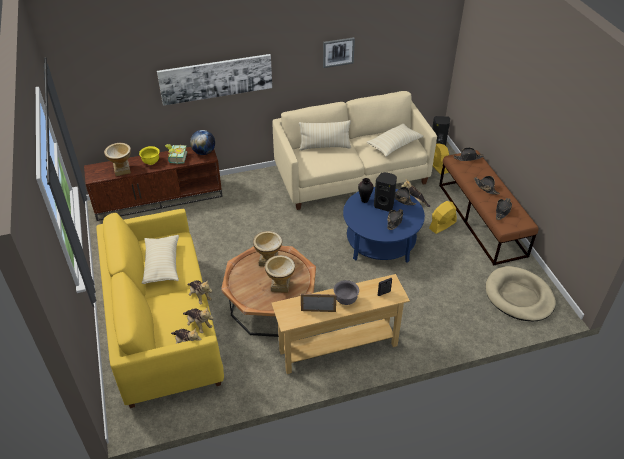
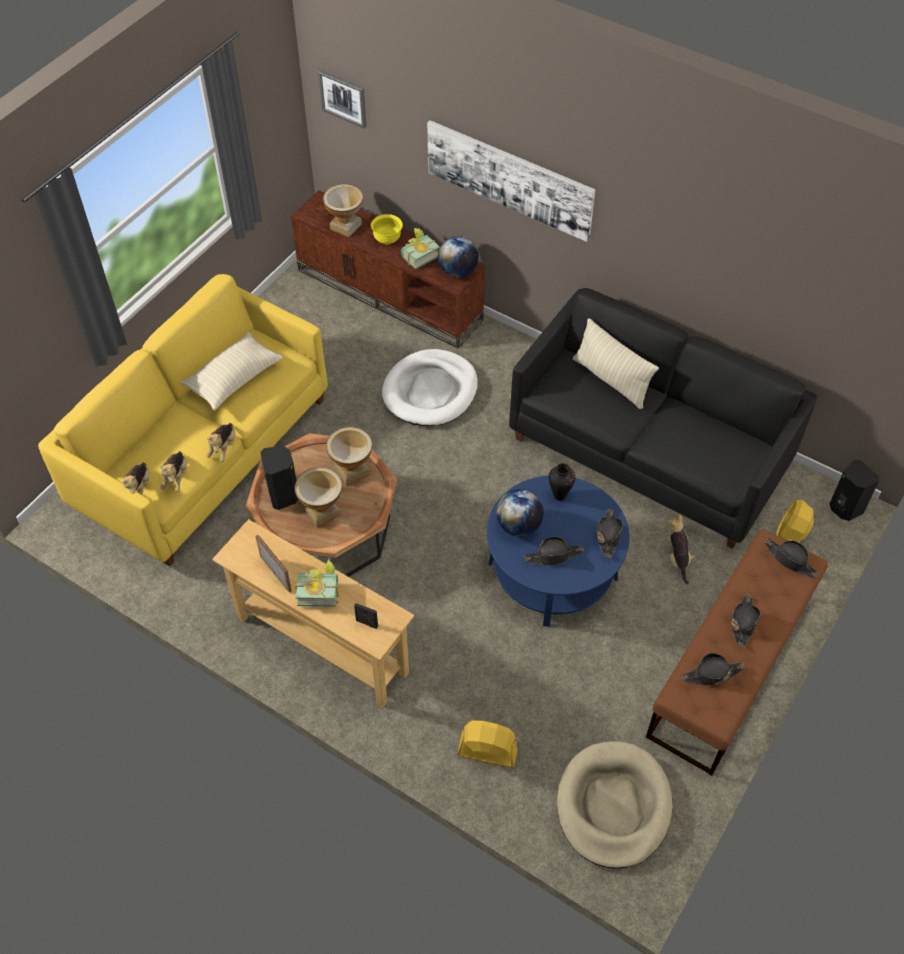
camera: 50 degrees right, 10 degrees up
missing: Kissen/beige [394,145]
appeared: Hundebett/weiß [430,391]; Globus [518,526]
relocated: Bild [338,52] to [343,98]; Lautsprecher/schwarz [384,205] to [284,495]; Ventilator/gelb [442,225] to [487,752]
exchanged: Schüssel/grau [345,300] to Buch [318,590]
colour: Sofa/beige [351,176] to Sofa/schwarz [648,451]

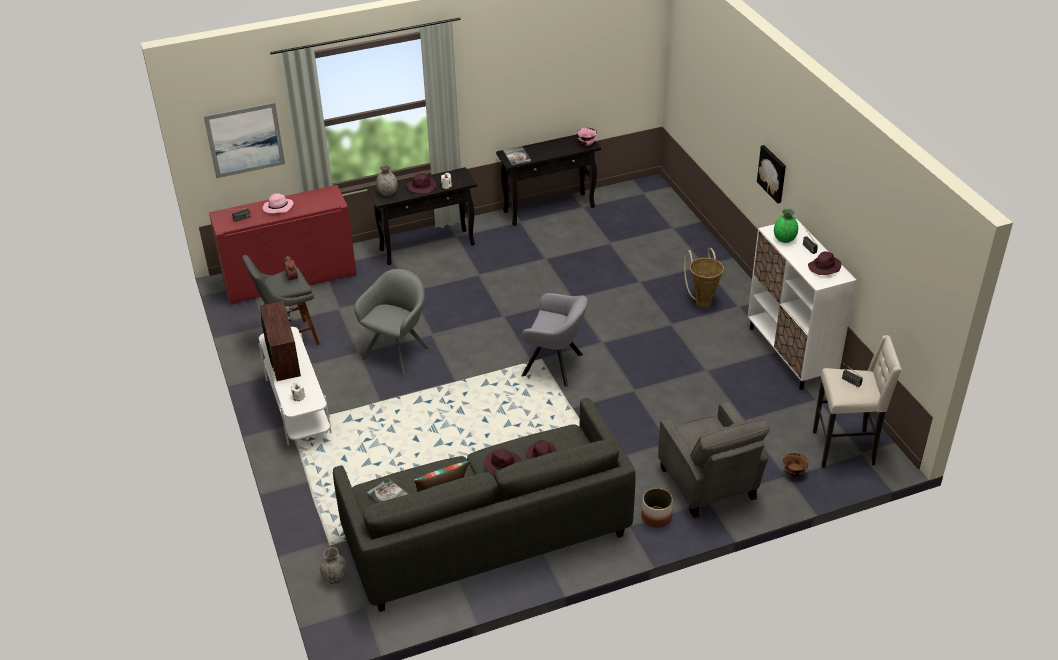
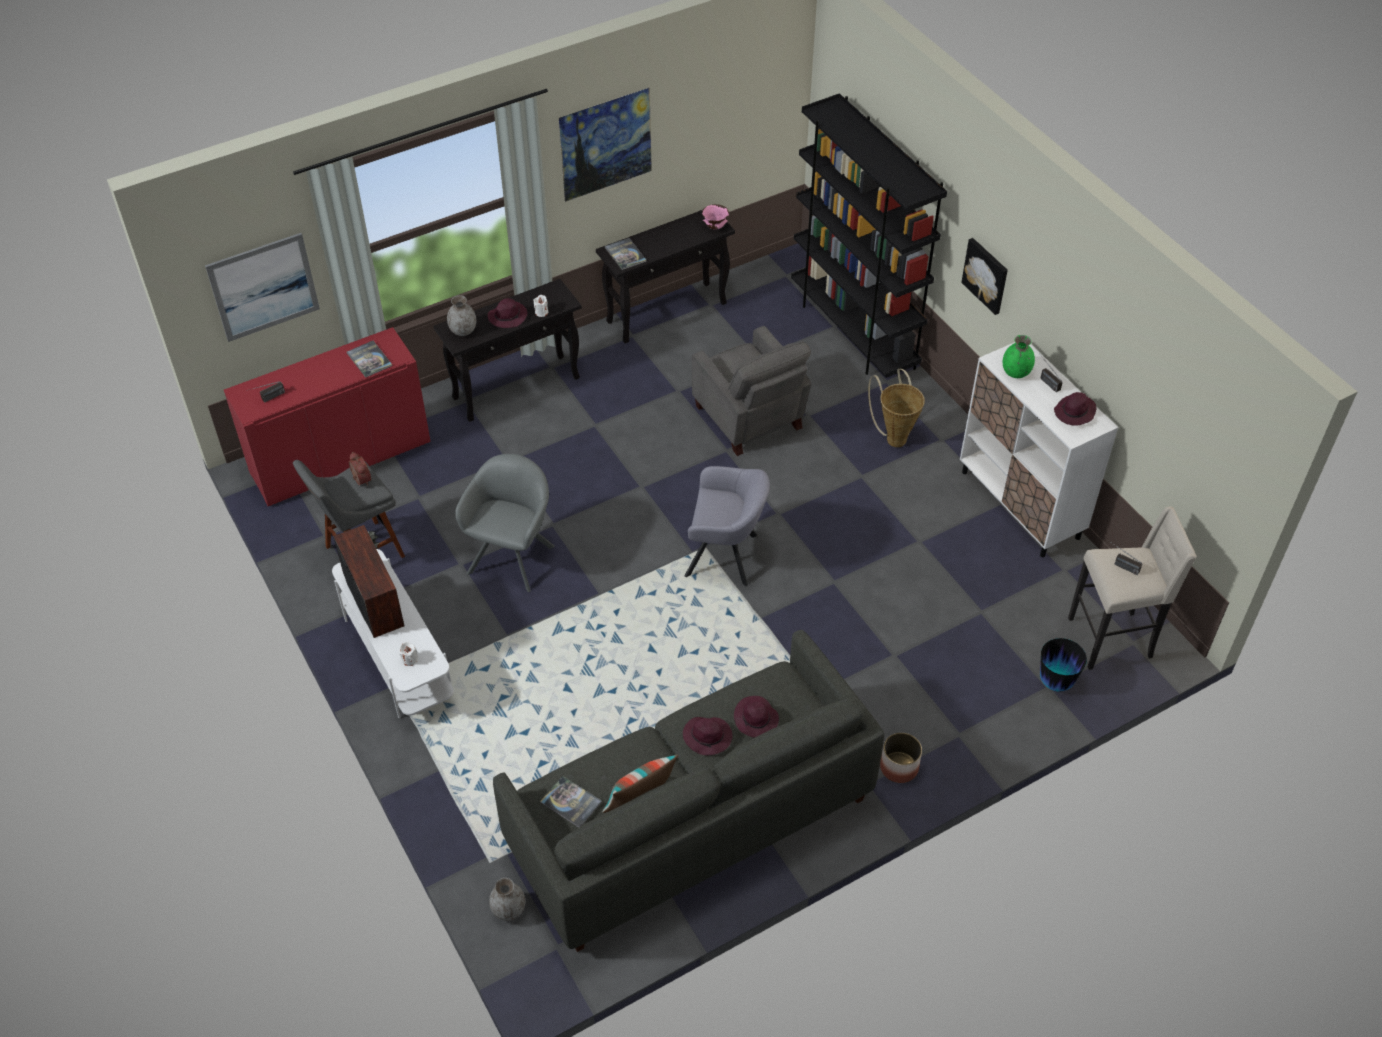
camera: 10 degrees left, 10 degrees up
missing: Hut/rosa [278,208]
appeared: Buch [369,359]; Bild [607,165]; Bücherregal/schwarz [853,332]
relocated: Sessel/grau [709,485] to [749,419]
exchanged: Schüssel/braun [793,473] to Vase [1055,682]

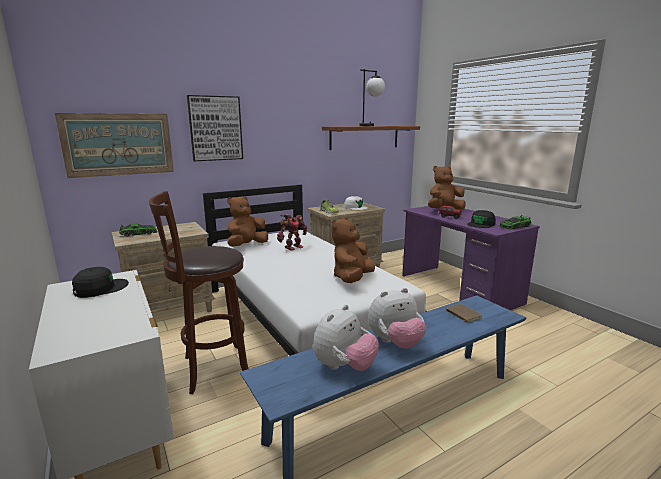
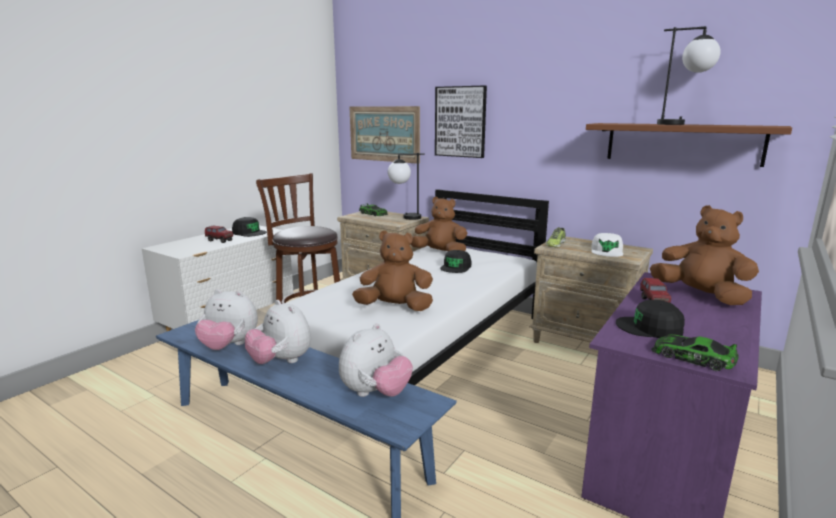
camera: 65 degrees right, 0 degrees up
appeared: Spielzeuglaster [219,240]; Tischlampe [404,218]
exchanged: Spielzeugroboter [292,247] to Kappe/schwarz [456,267]; Buch/braun [462,315] to Plüschtier [375,393]

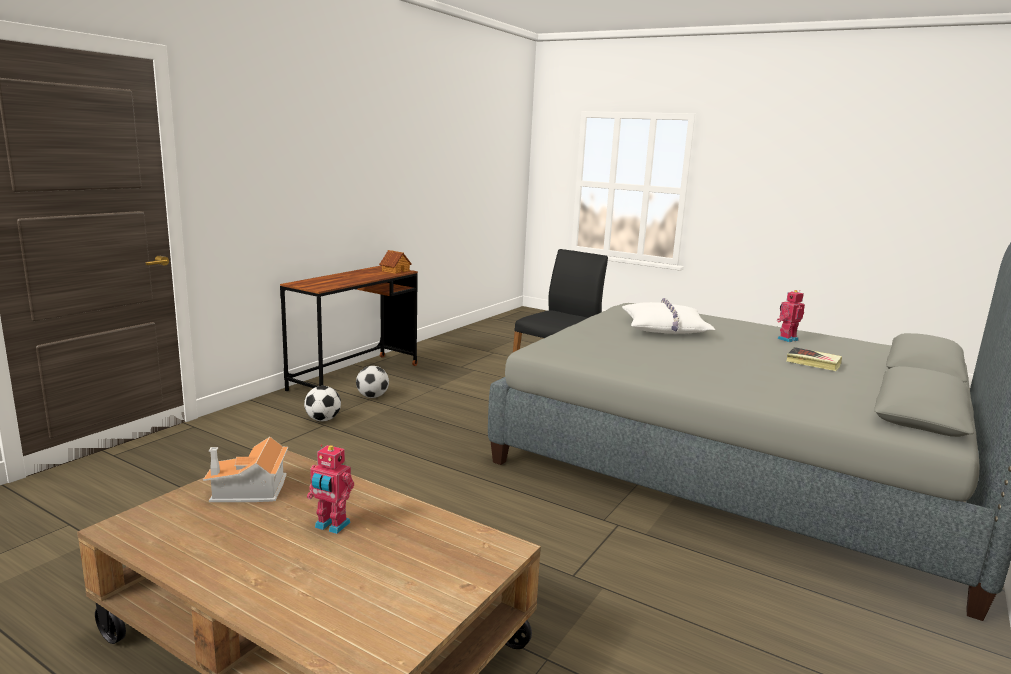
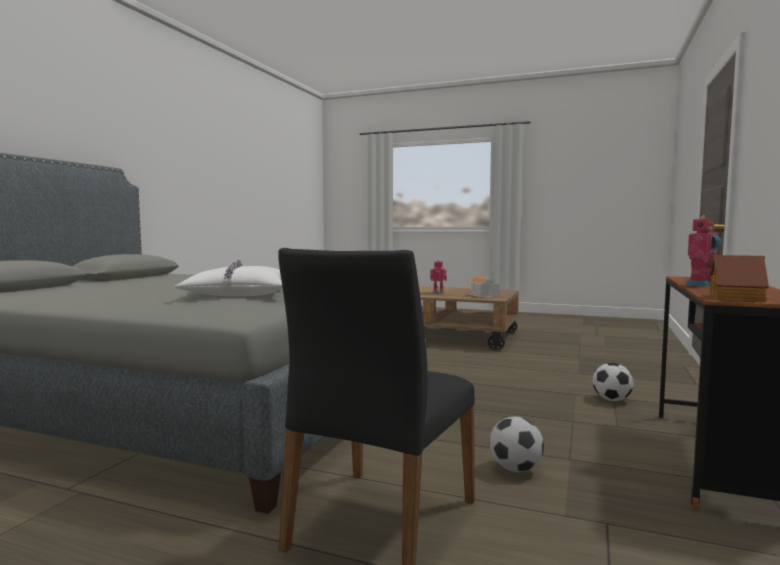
camera: 170 degrees right, 10 degrees down
missing: Buch [813,363]
relocated: Fußball [372,396] to [515,469]; Spielzeugroboter [786,339] to [701,284]

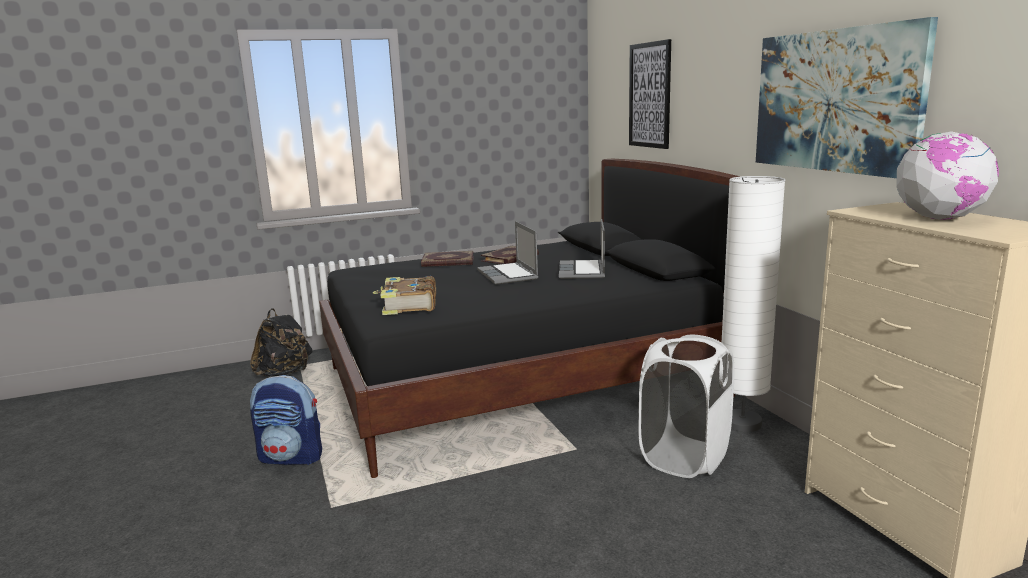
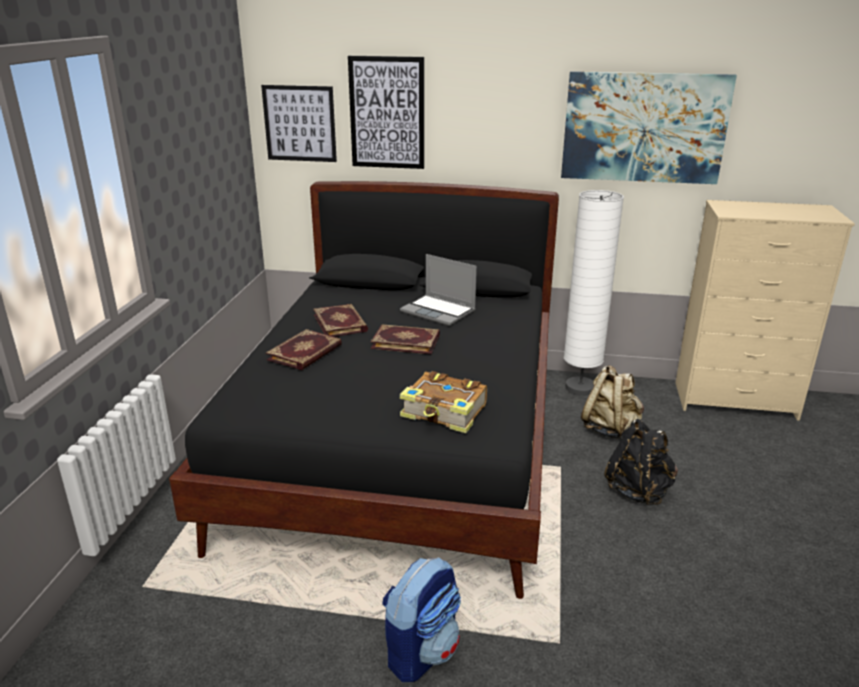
camera: 60 degrees left, 10 degrees up
missing: Globus [940,218]
appeared: Bild [299,123]
relocated: Rucksack/schwarz [284,374] to [638,490]
exchanged: Laptop [508,275] to Buch [406,341]; Wäschekorb/weiß [684,457] to Rucksack/beige [610,429]

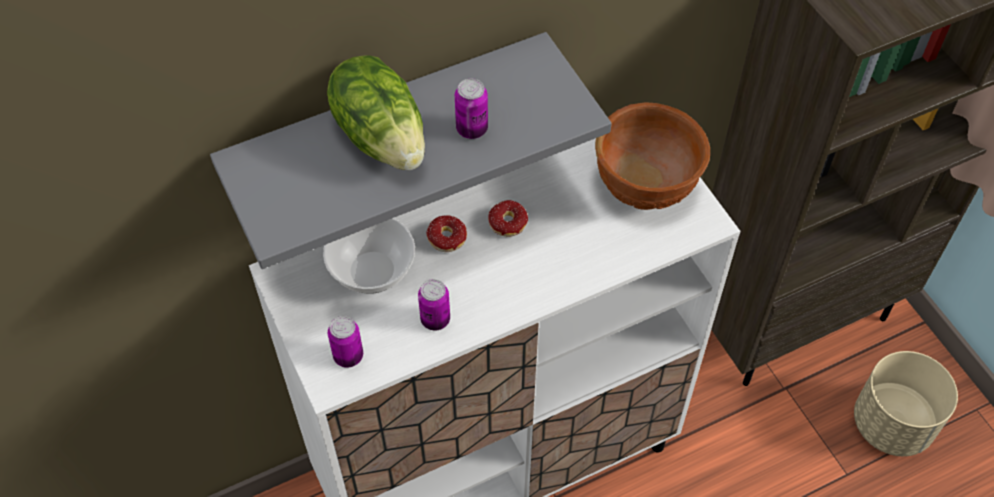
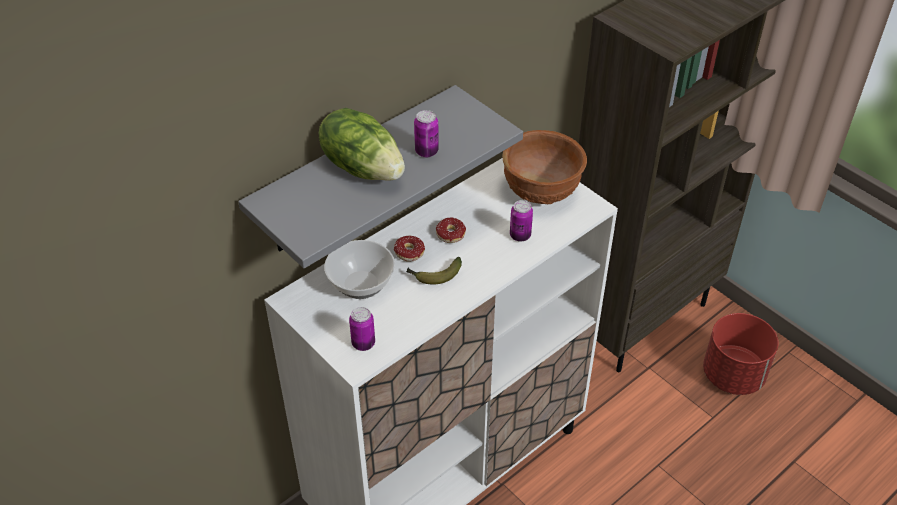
camera: 15 degrees left, 10 degrees down
appeared: Banane [434,275]
relocated: Dose [435,319] to [520,236]
colour: Pflanzkübel/beige [892,423] to Pflanzkübel/rot [733,375]

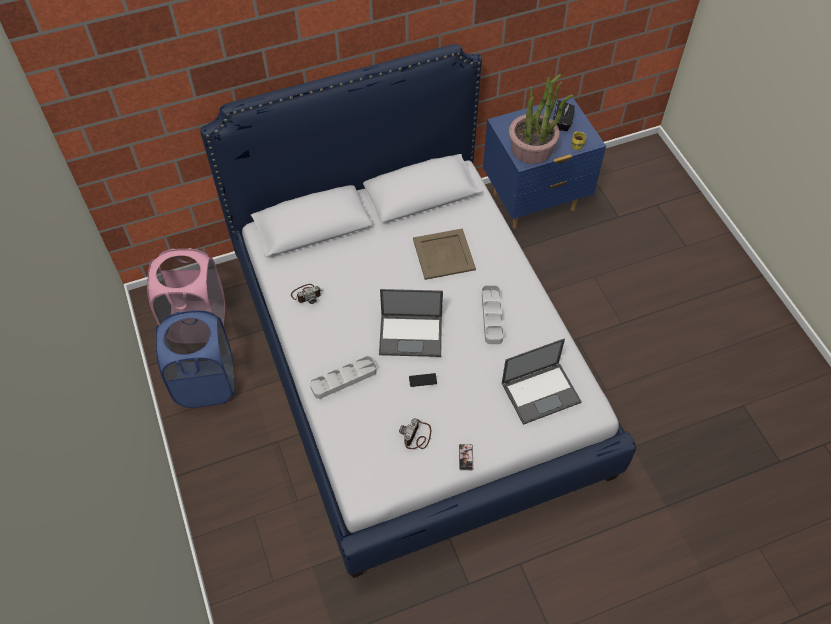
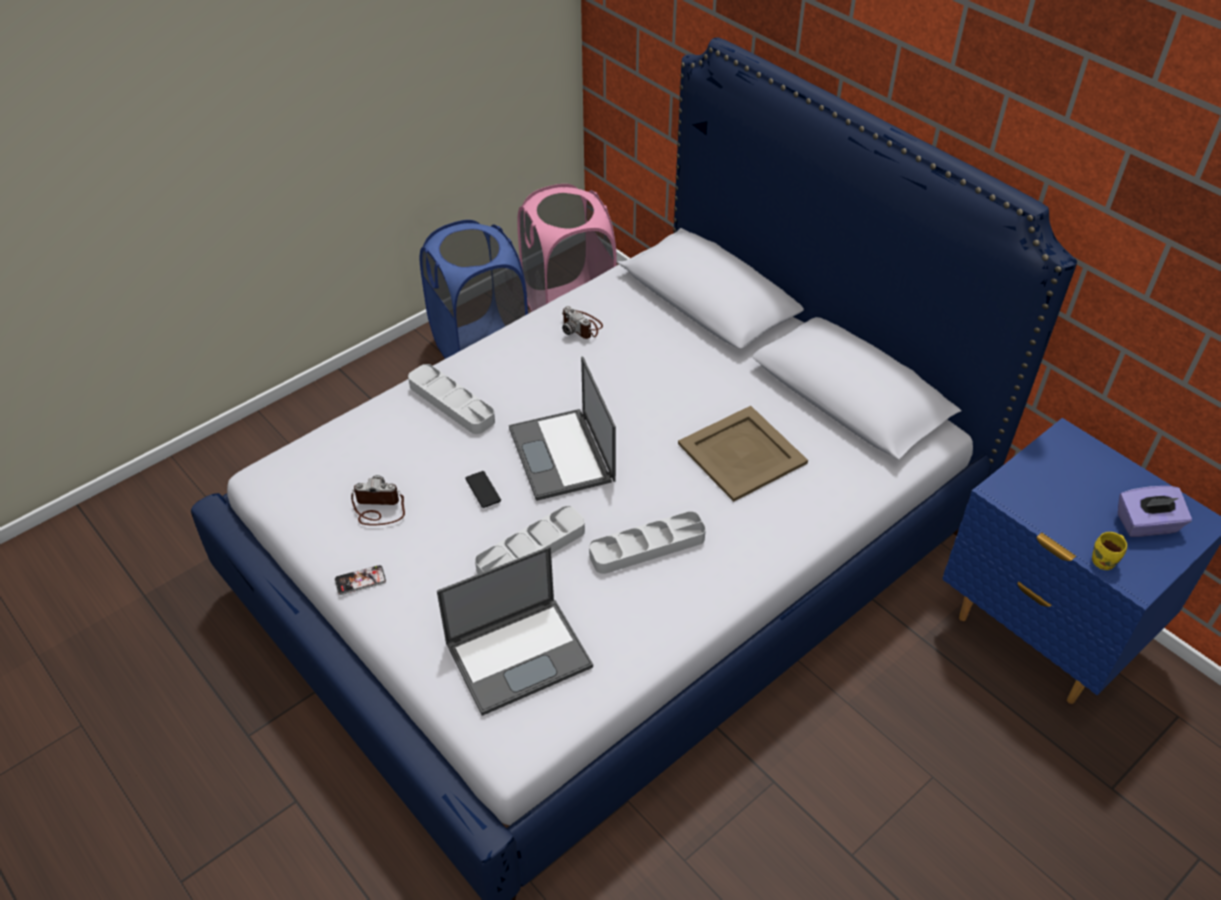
camera: 70 degrees right, 10 degrees down
missing: Topfpflanze [532,148]
appeared: Tablett/grau [531,550]
colour: Taschentuchbox/schwarz [562,122] to Taschentuchbox/lila [1146,525]
spun: Laptop [541,392] = [520,653] 75 degrees counterclockwise

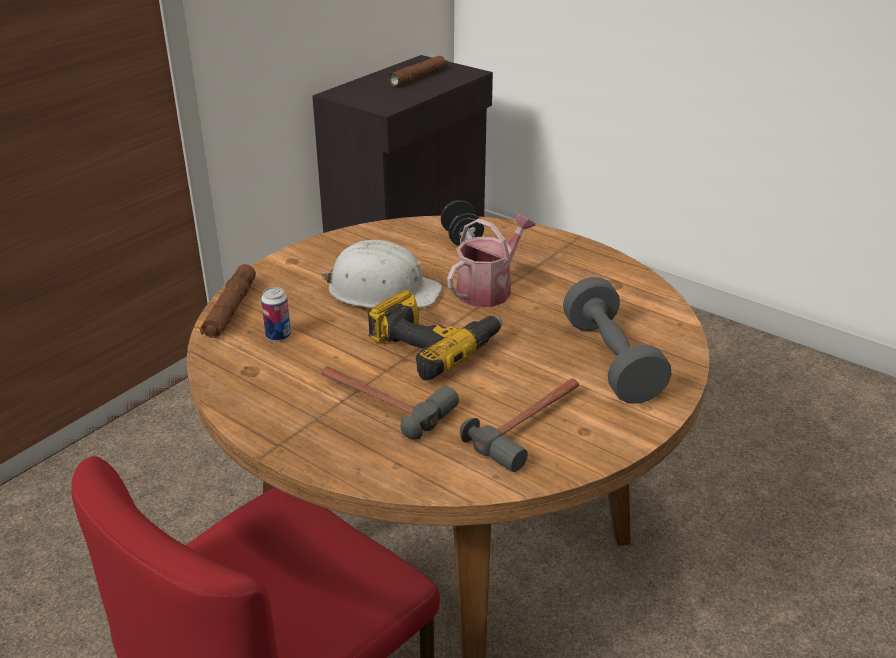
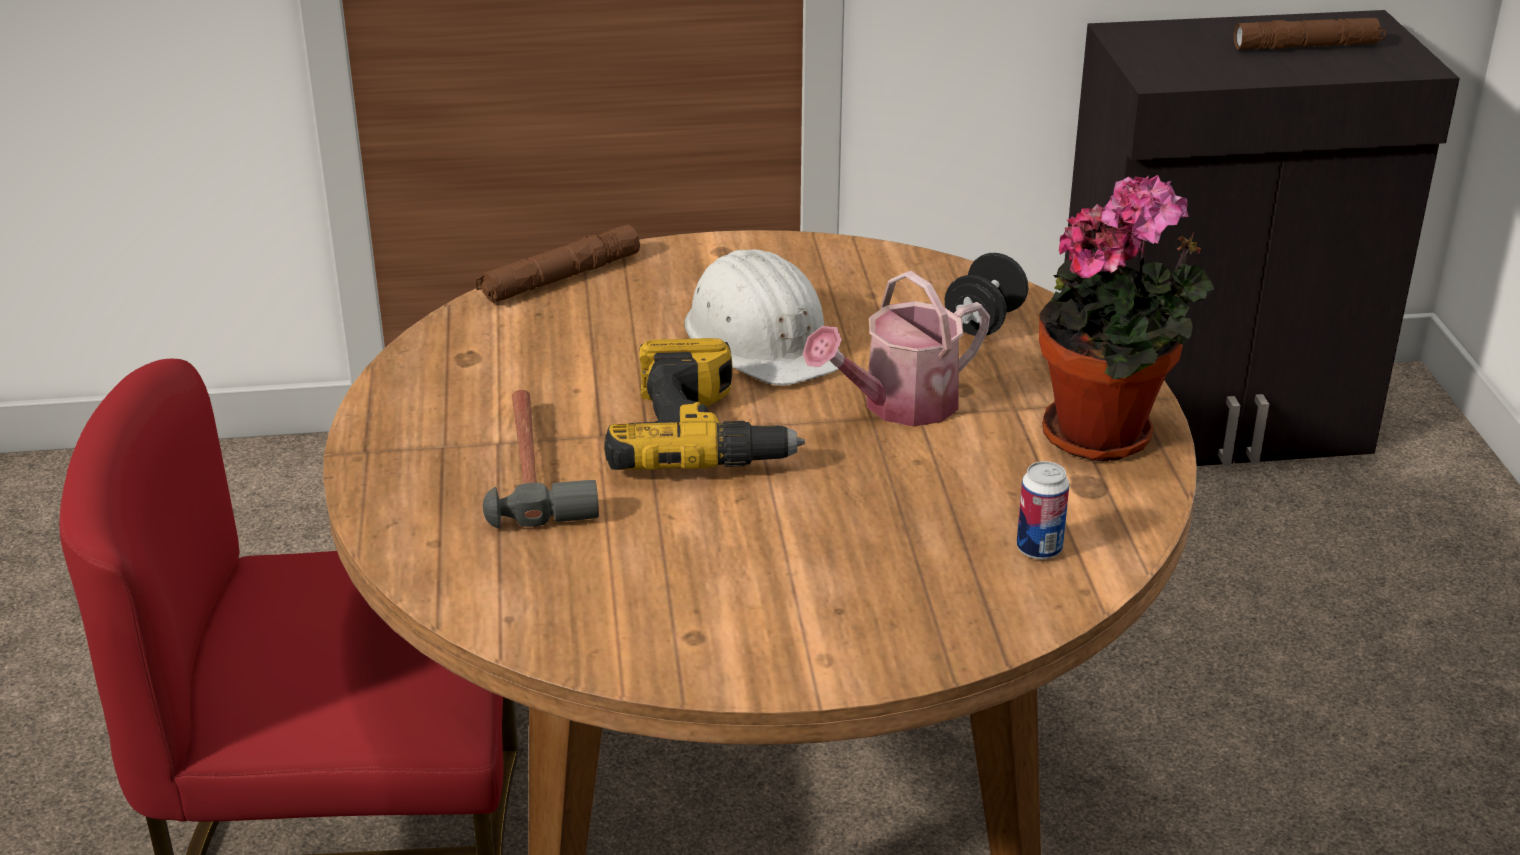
camera: 45 degrees right, 0 degrees up
missing: Hammer [531,425]; Hantel/grau [611,361]
appeared: Topfpflanze [1108,435]
relocated: Dose [278,336] to [1039,549]
spun: Gießkanne [489,289] = [899,405] 150 degrees clockwise

